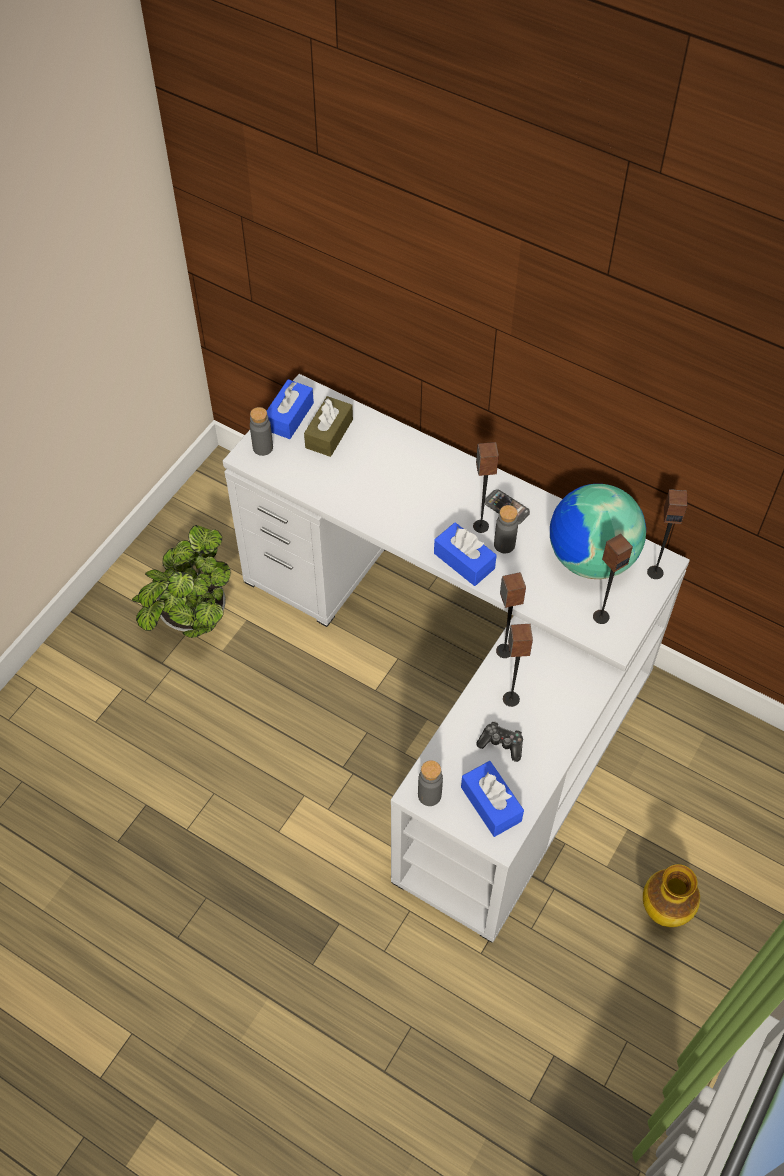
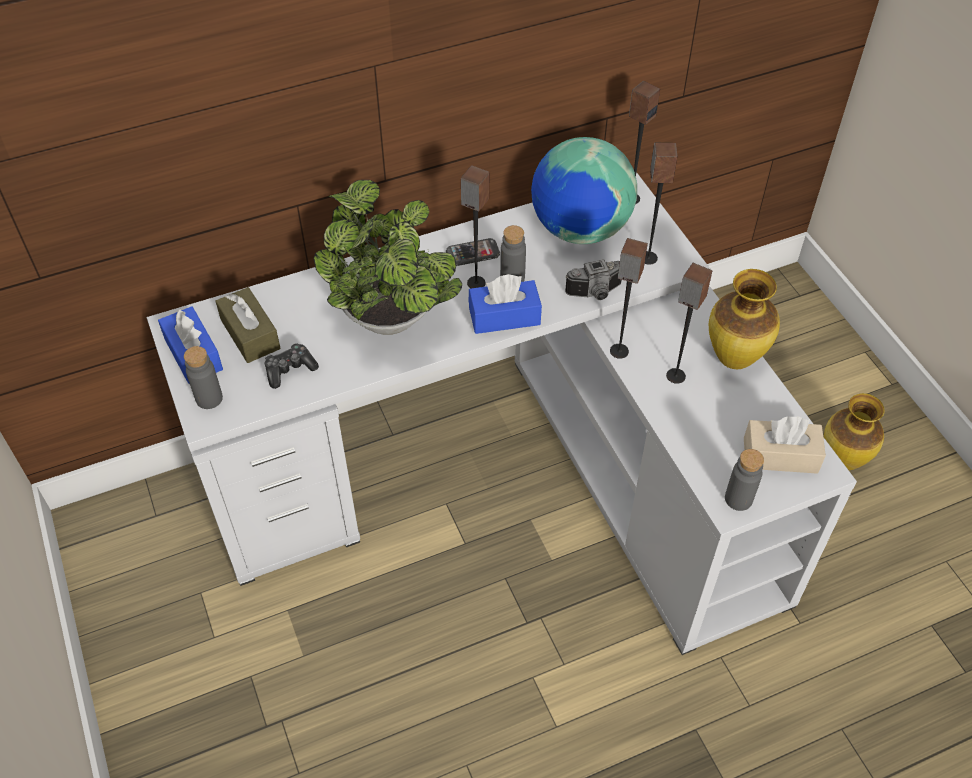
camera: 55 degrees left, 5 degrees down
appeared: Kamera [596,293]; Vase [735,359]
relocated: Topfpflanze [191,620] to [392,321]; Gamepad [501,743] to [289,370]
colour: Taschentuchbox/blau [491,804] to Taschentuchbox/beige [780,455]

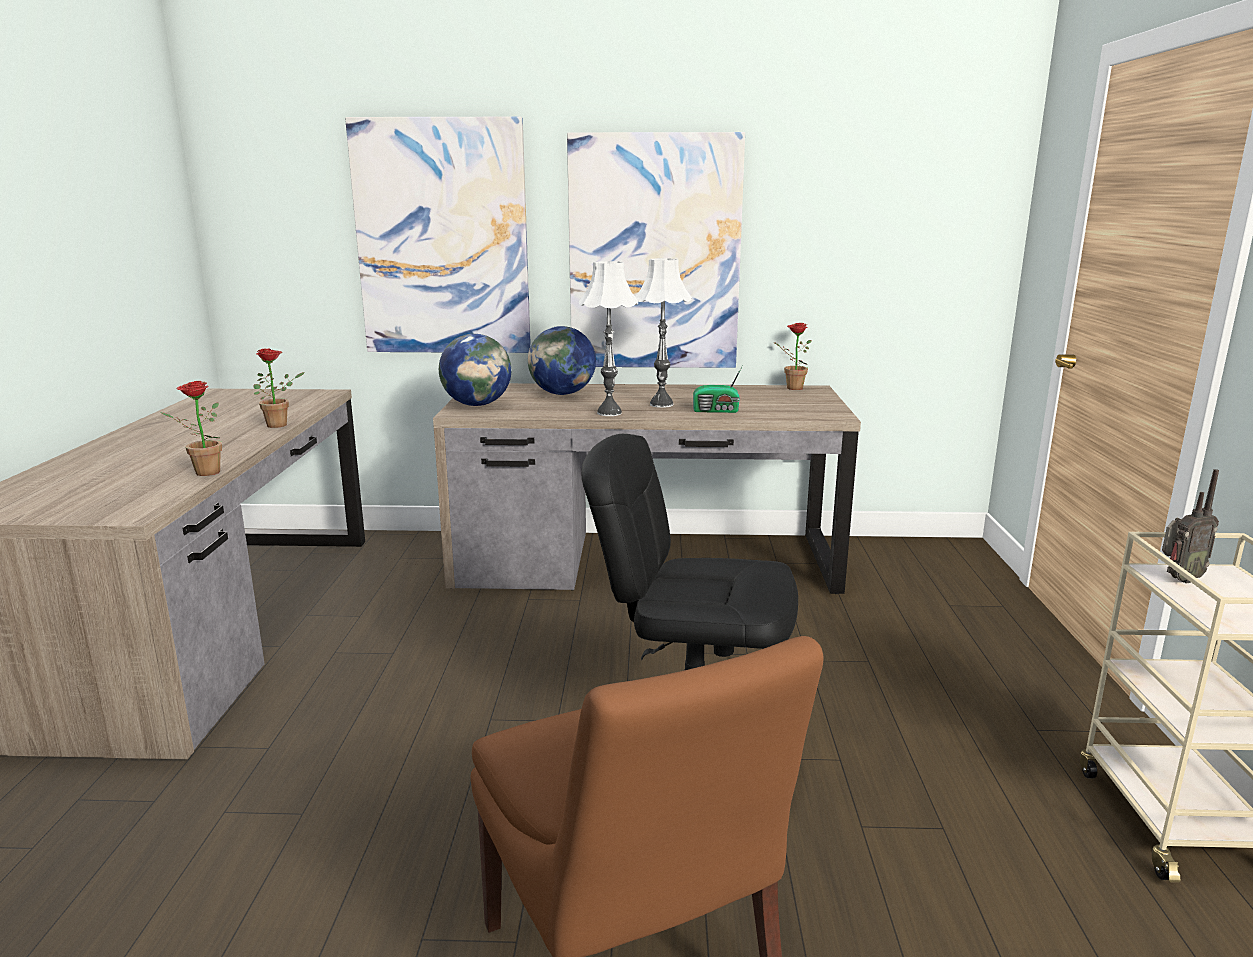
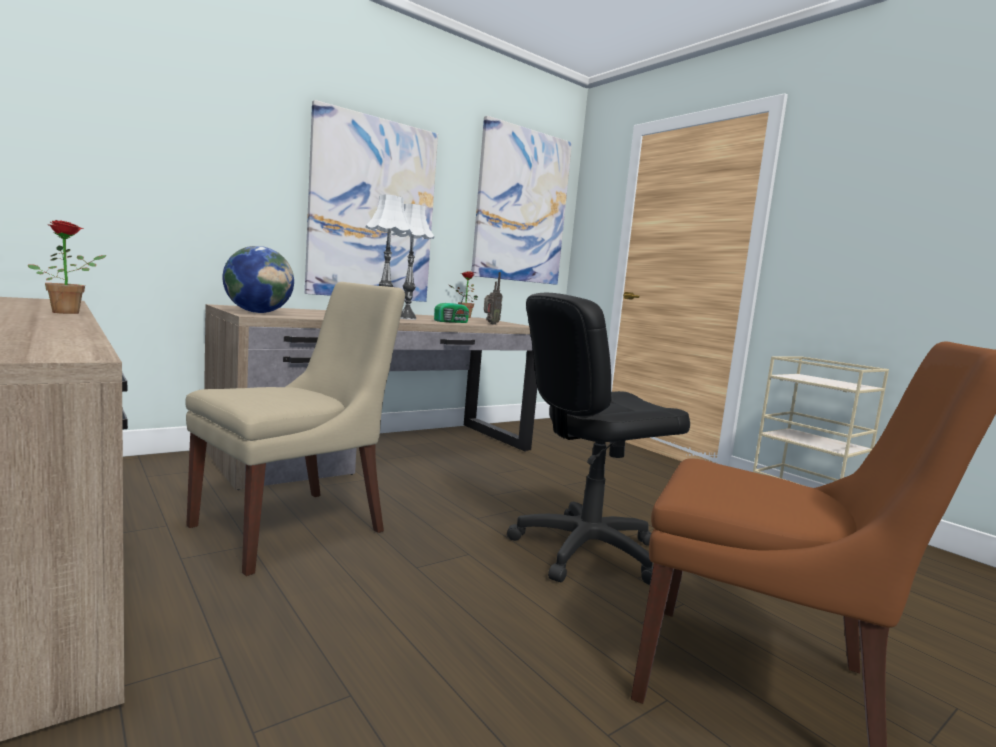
camera: 40 degrees left, 10 degrees down
missing: Topfpflanze [202,473]; Globus [562,394]
appeared: Stuhl/beige [294,527]
relocated: Bild [442,239] to [521,206]; Radio [1178,579] to [490,324]

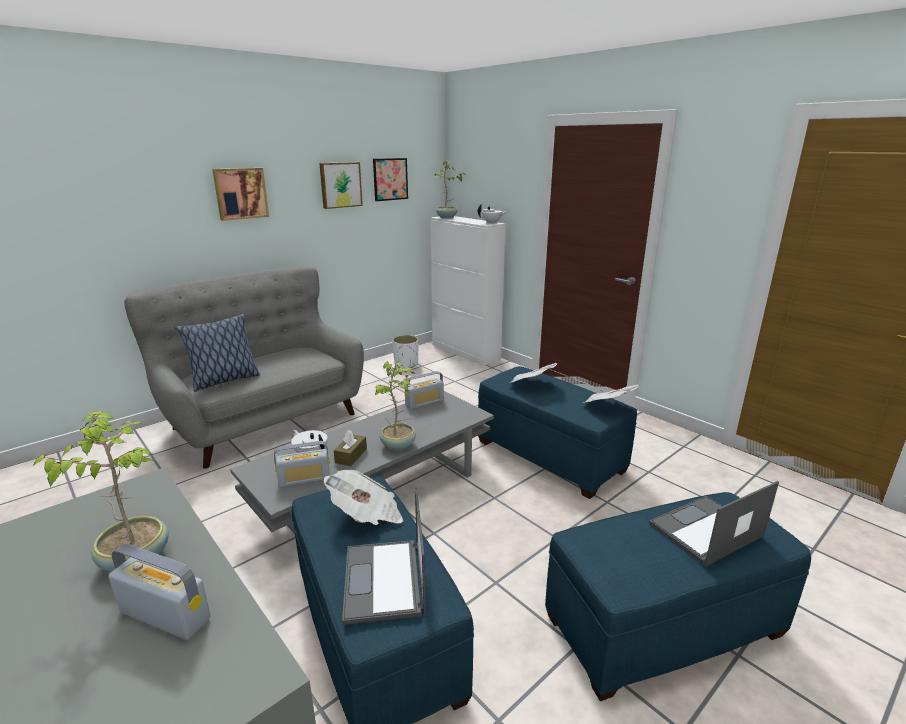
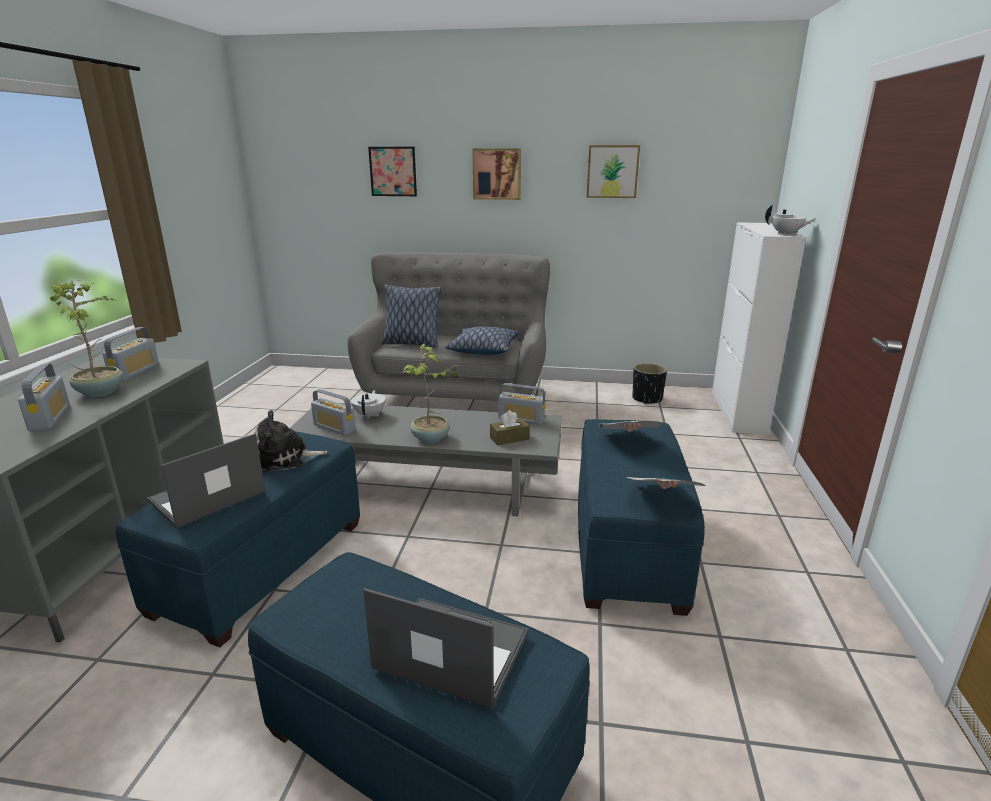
camera: 50 degrees right, 0 degrees up
missing: Topfpflanze [447,217]
appeared: Radio [135,372]; Kissen [482,349]
relocated: Taschentuchbox/braun [351,456] to [509,438]; Bild [390,179] to [393,171]
exchanged: Zeitung [366,514] to Plüschtier [285,458]
colour: Pflanzkübel/weiß [406,364] to Pflanzkübel/schwarz [647,399]

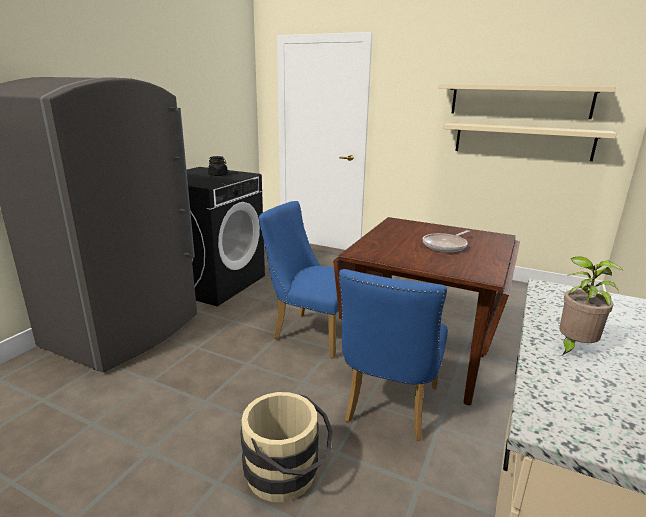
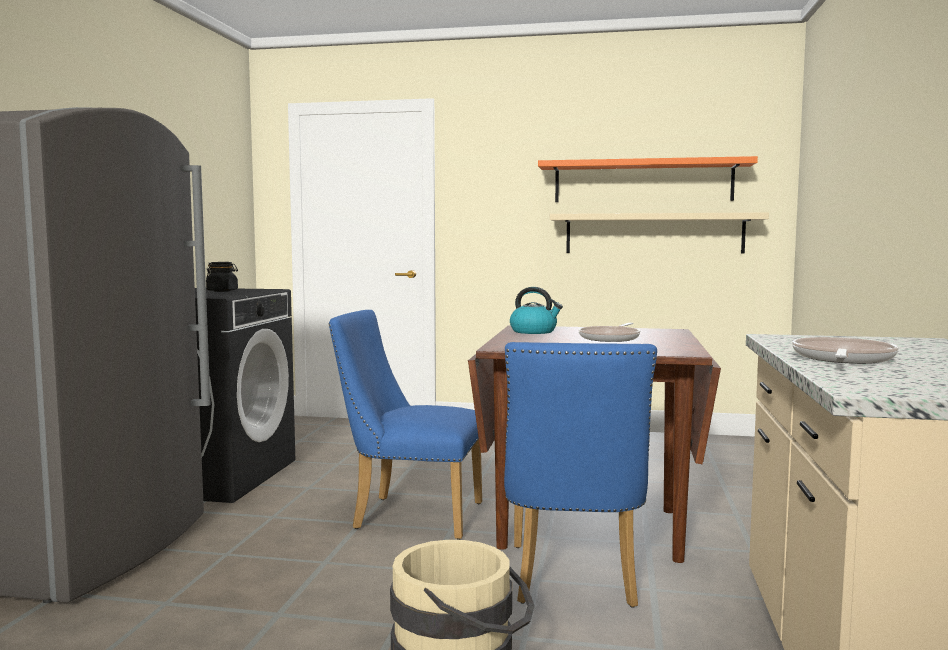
camera: 15 degrees left, 15 degrees down
appeared: Wasserkessel [534,331]
exchanged: Topfpflanze [573,348] to Pfanne [842,359]
colour: Wandregal/beige [519,100] to Wandregal/orange [643,181]

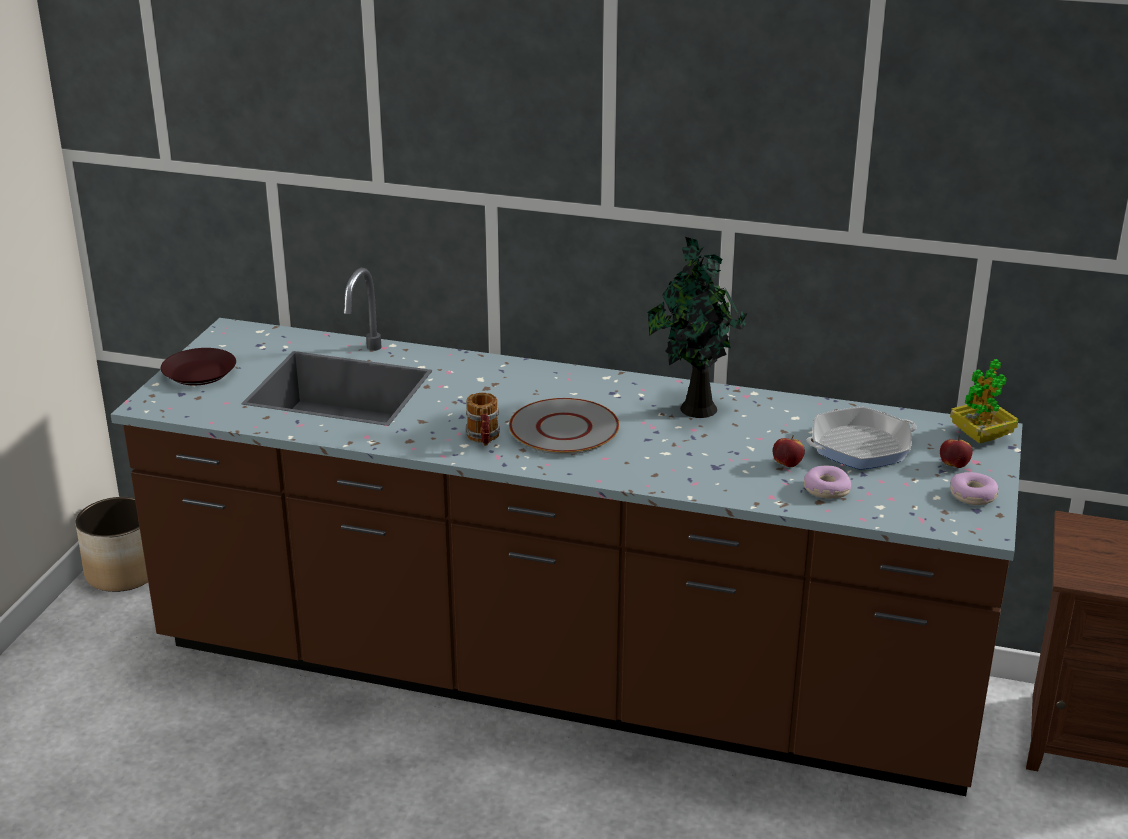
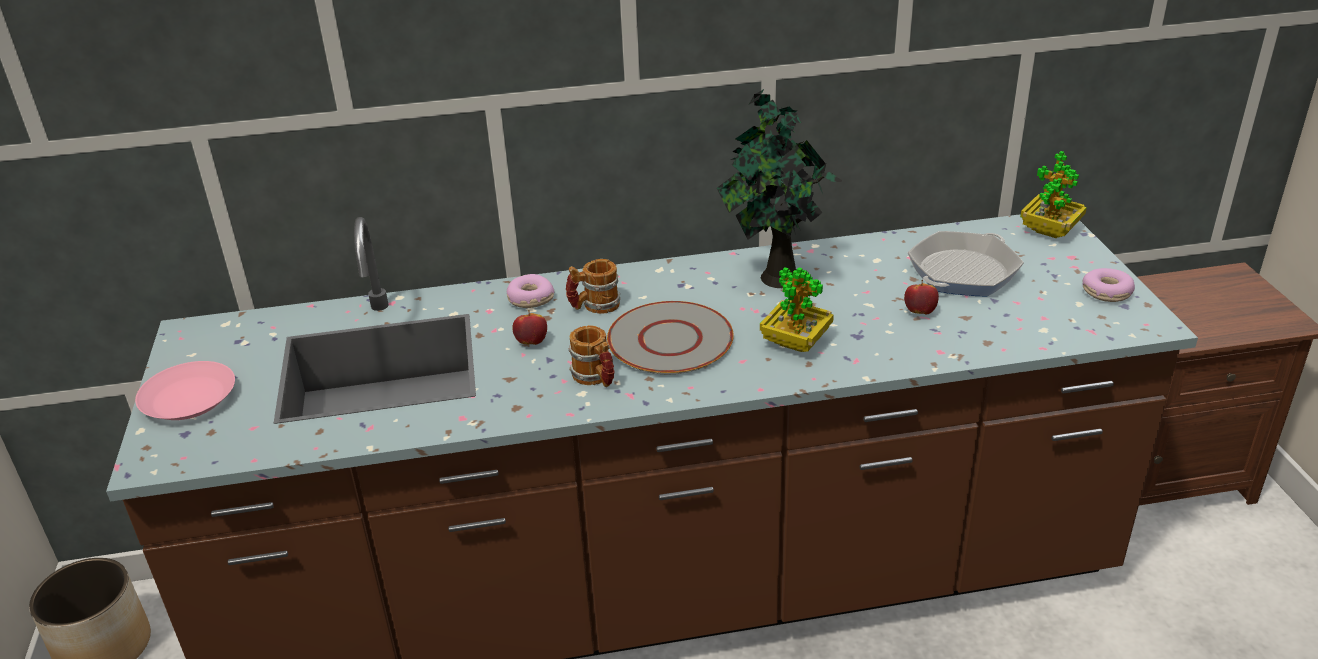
camera: 25 degrees left, 5 degrees up
appeared: Henkelbecher [594,306]; Topfpflanze [795,342]
relocated: Donut [826,489] to [530,299]; Apfel [954,465] to [531,342]
colour: Teller/braun [199,373] to Teller/rosa [188,399]

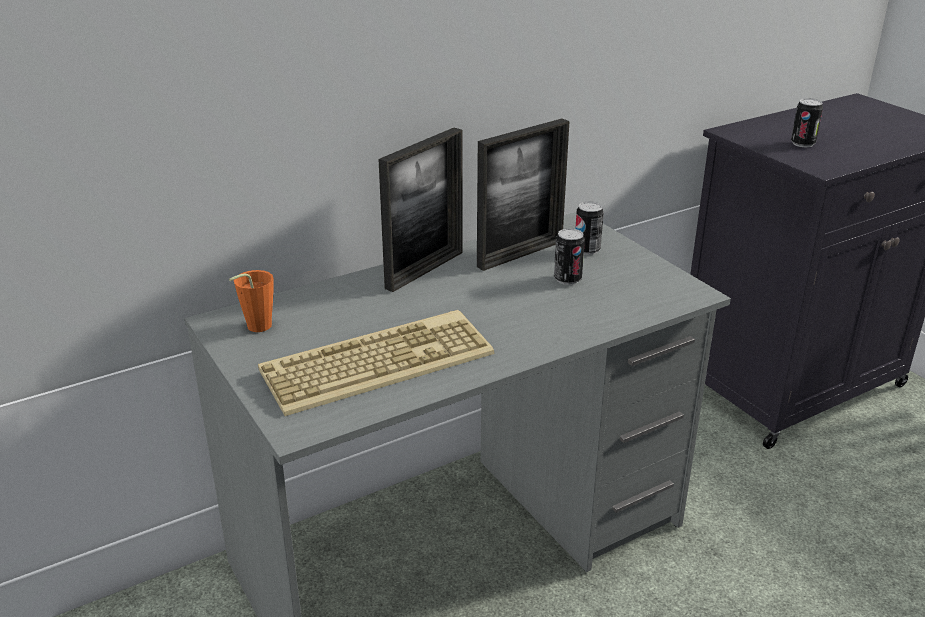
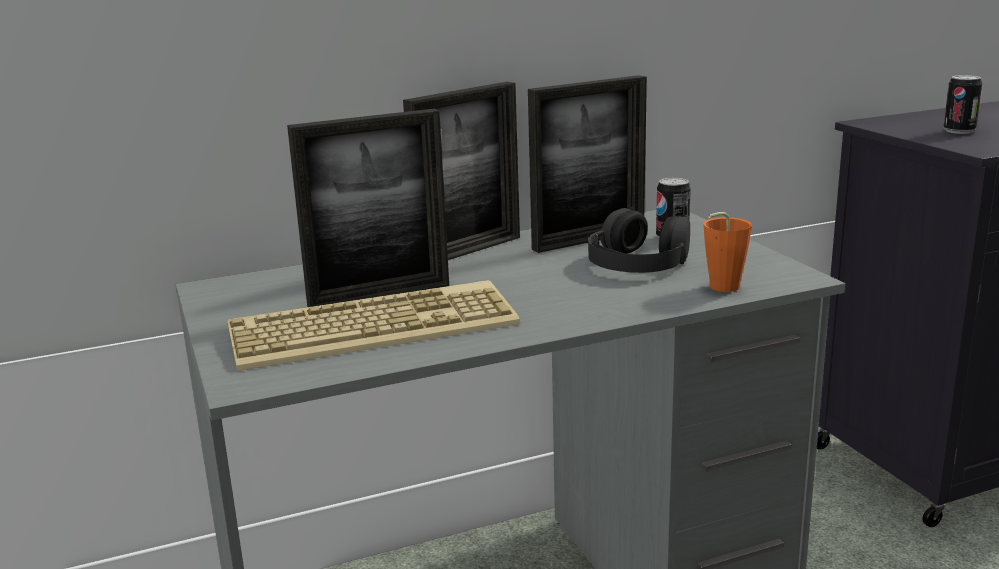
camera: 10 degrees right, 10 degrees down
appeared: Bilderrahmen [379,296]
relocated: Tasse/orange [254,328] to [719,288]
exchanged: Dose [567,279] to Kopfhörer/schwarz [638,262]

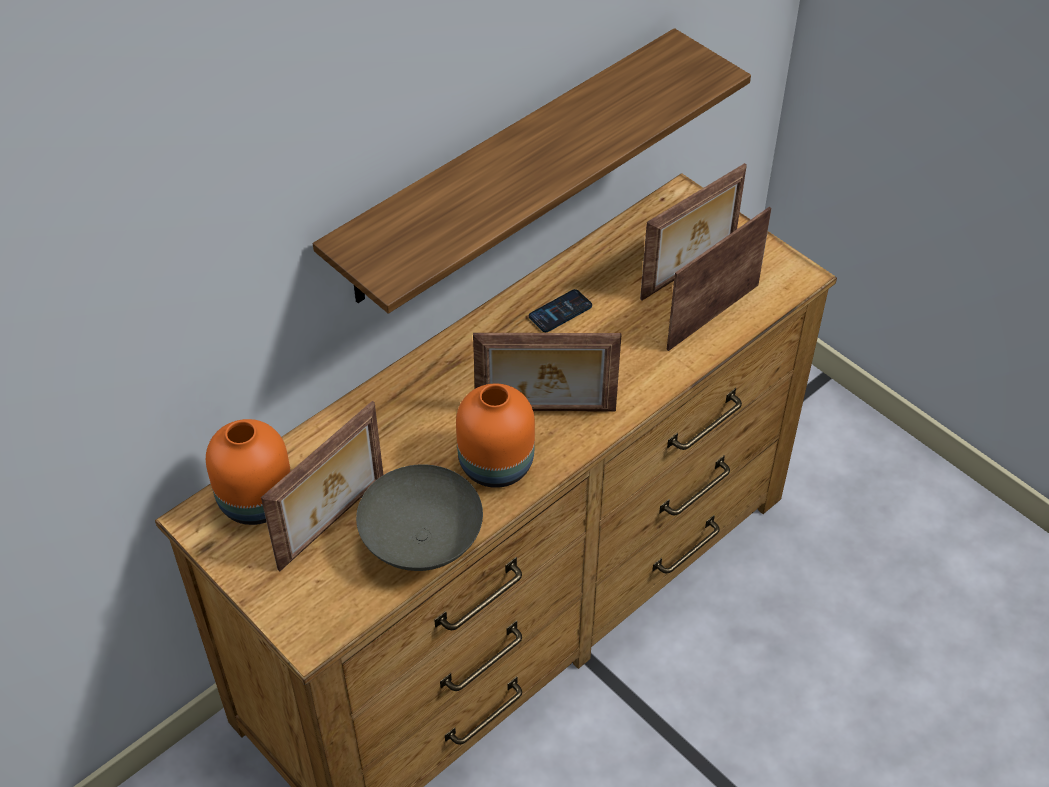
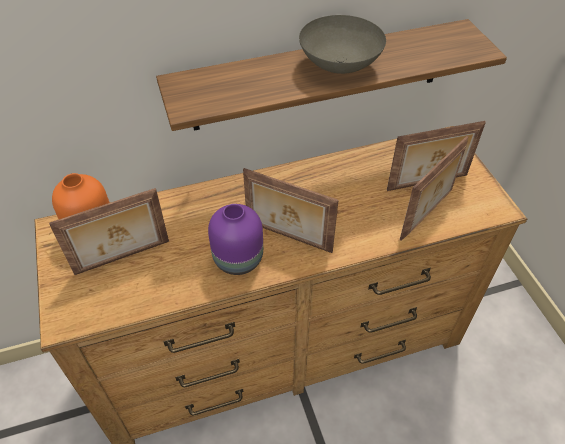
camera: 25 degrees right, 0 degrees up
missing: Handy [560,312]
relocated: Schüssel/grau [423,541] to [341,65]
colour: Vase/orange [495,463] to Vase/lila [238,258]
spun: Bilderrahmen [711,315] = [427,214] 150 degrees clockwise

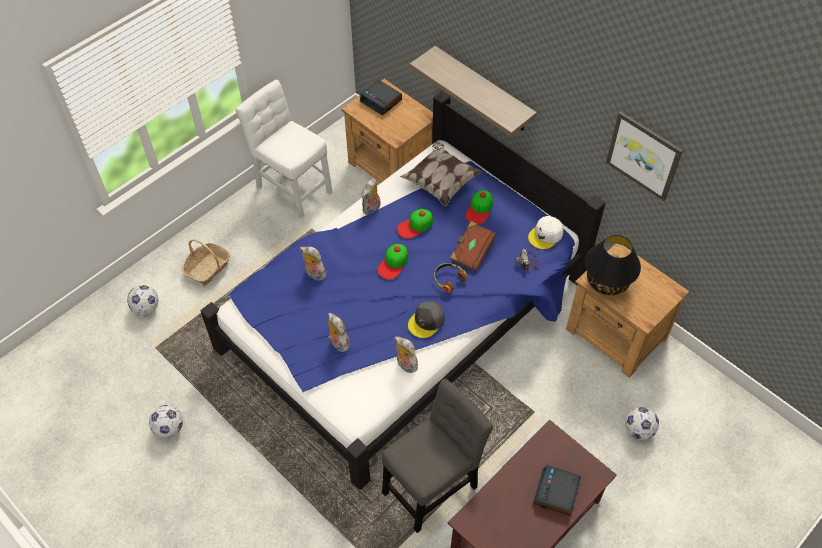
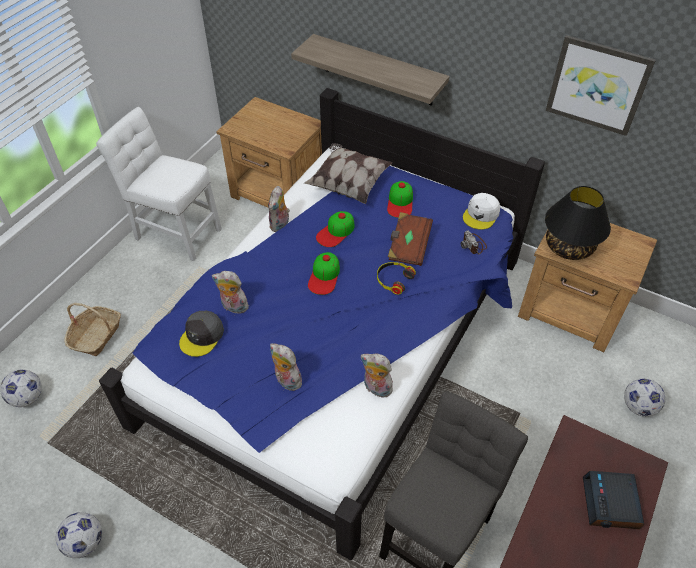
camera: 15 degrees left, 5 degrees down
missing: Wecker [381,101]
relocated: Kappe/grau [426,321] to [202,336]

